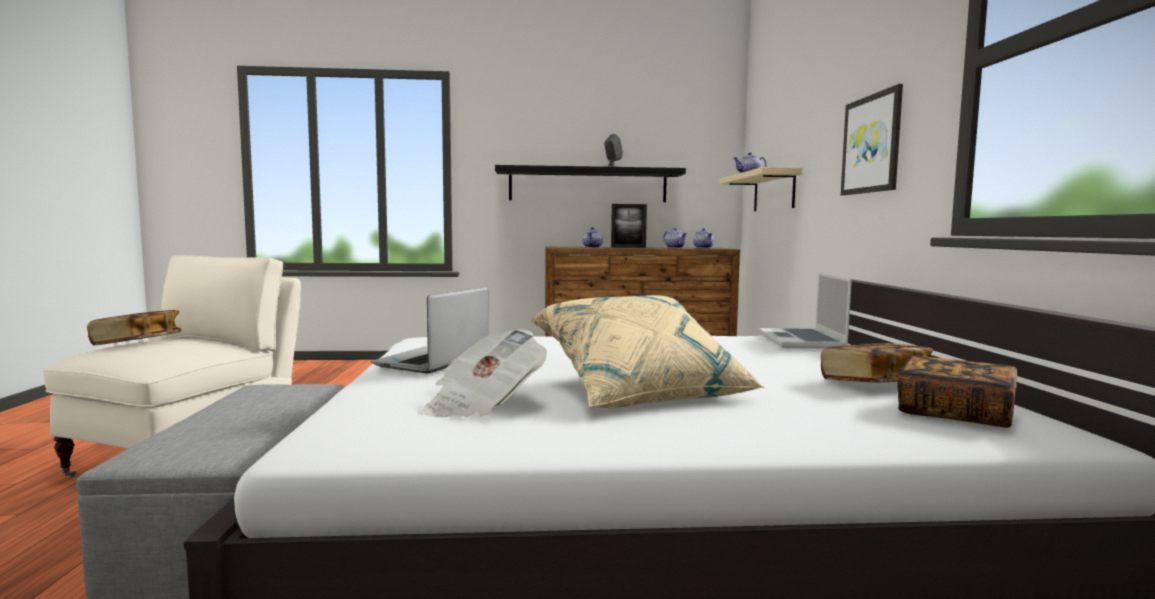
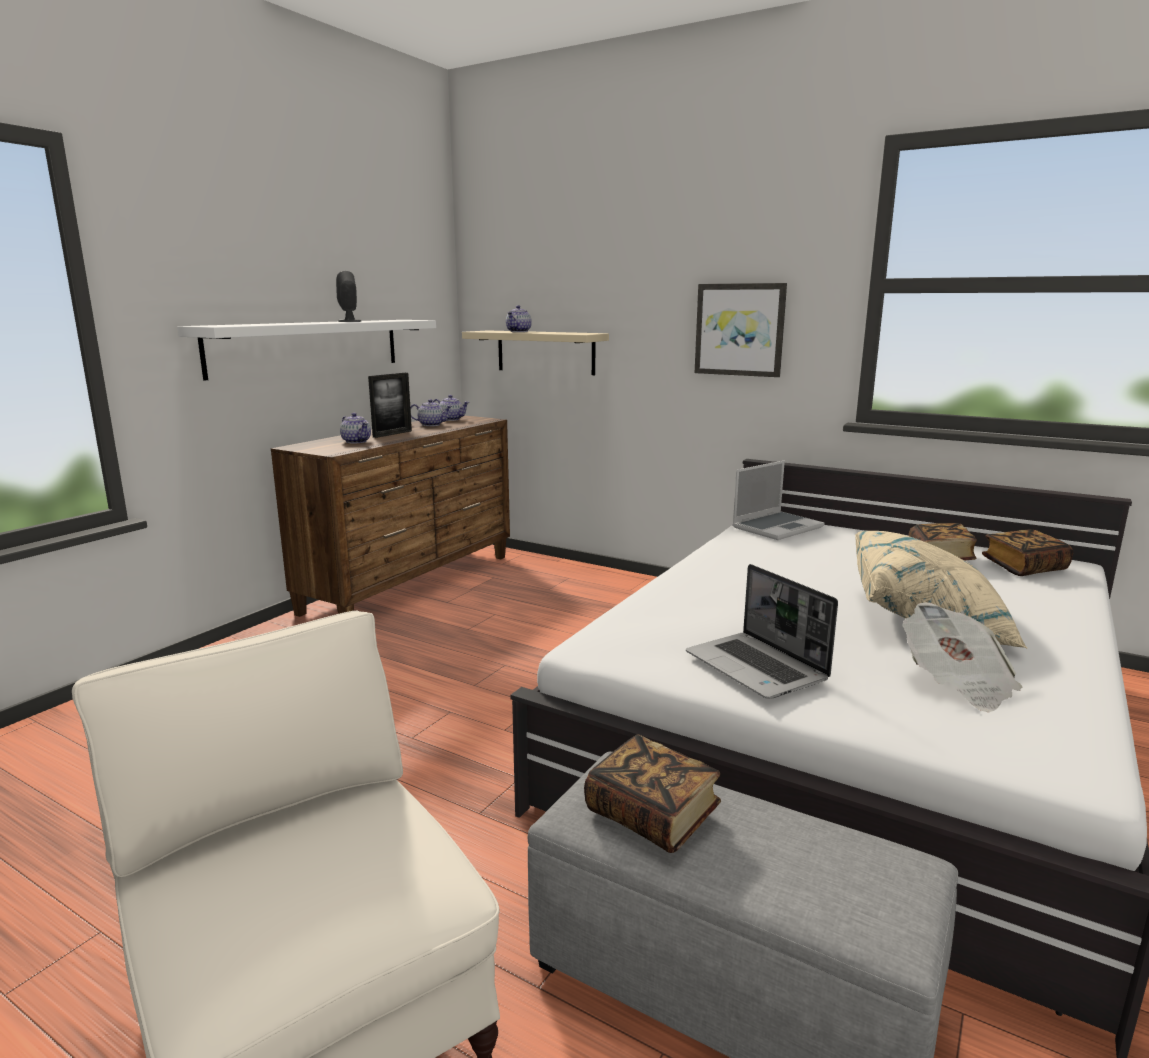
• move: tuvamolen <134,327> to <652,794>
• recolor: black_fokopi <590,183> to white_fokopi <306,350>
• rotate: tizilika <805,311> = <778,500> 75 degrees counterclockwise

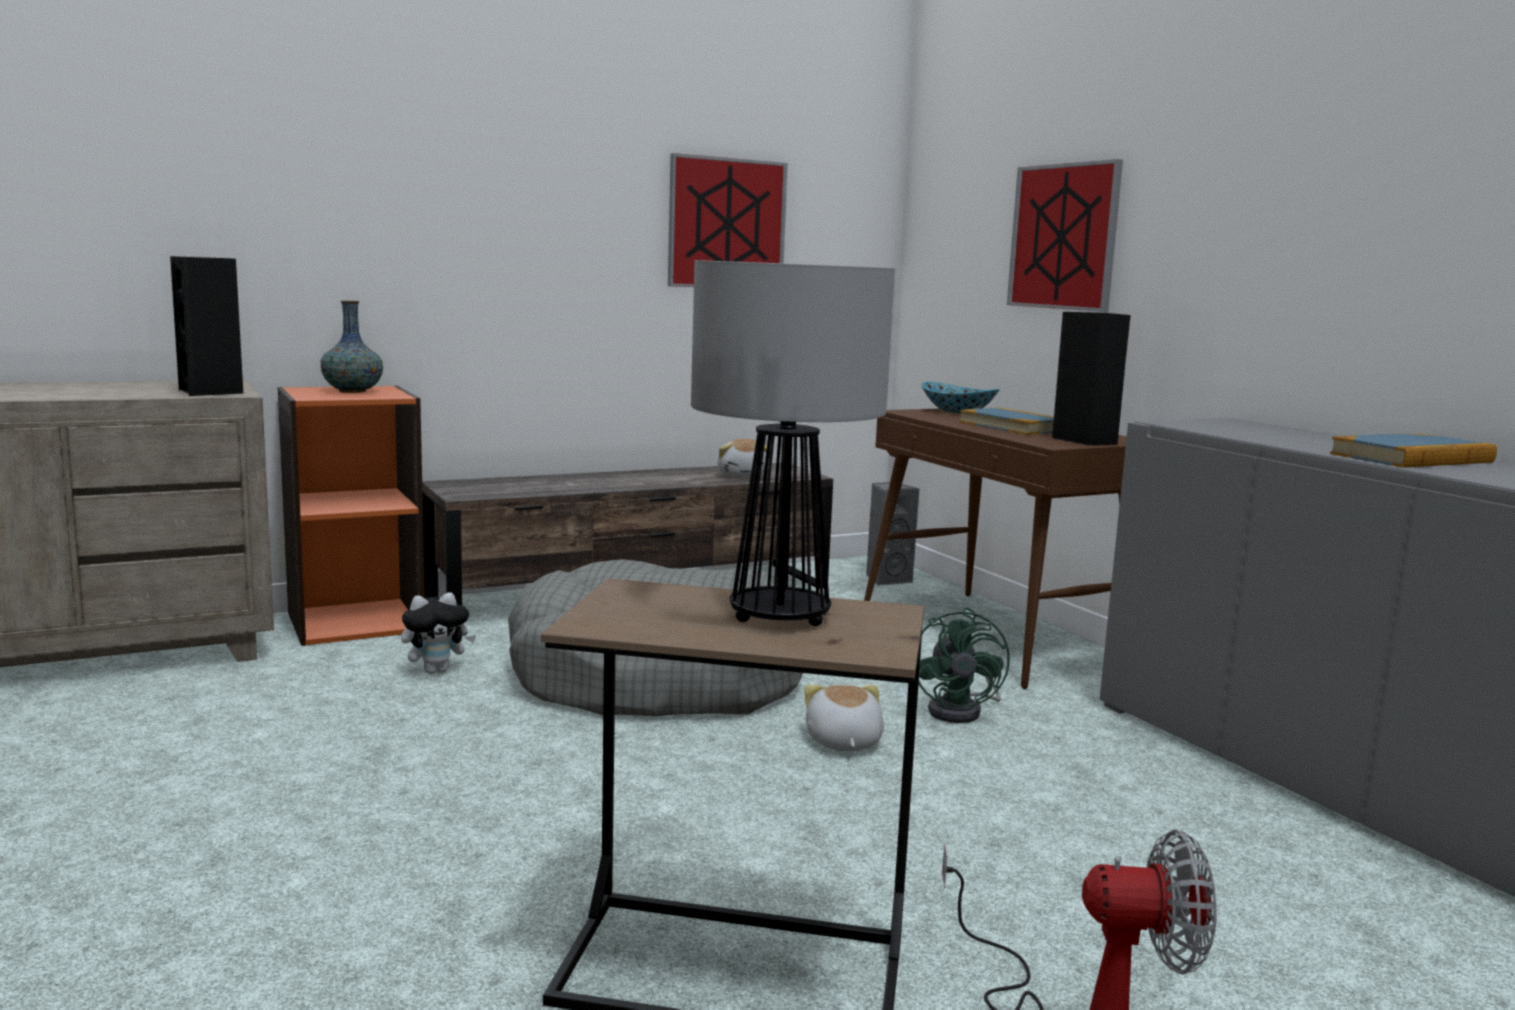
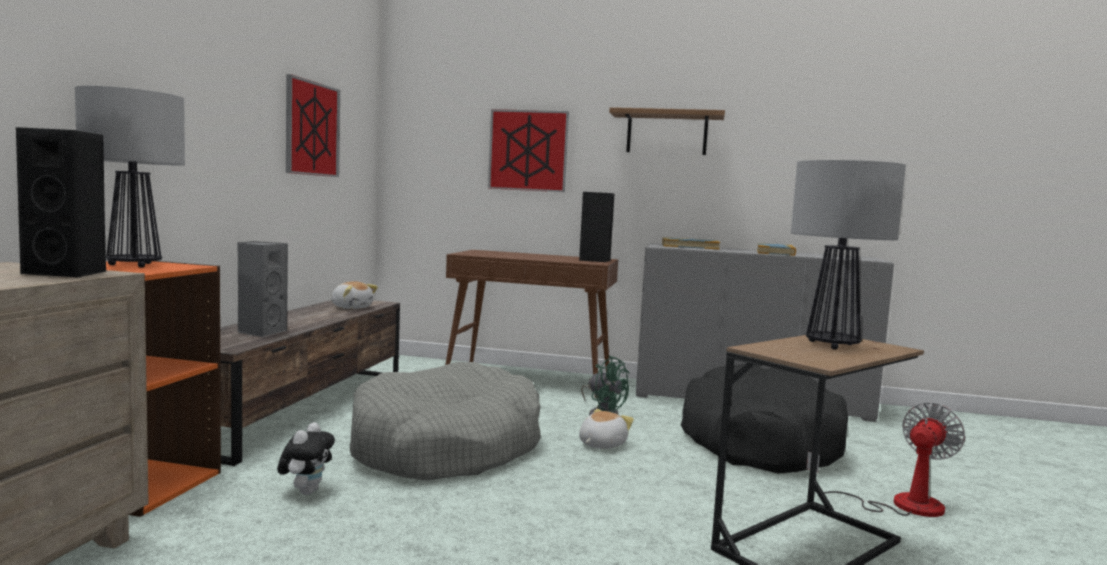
• replace: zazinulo <352,347> to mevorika <130,177>
• rotate: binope <844,718> = <606,429> 90 degrees clockwise
• move: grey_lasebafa <892,534> to <263,289>
• delete: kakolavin <960,398>
• move: tuvamolen <1006,421> to <691,243>
• insert: fokopi <667,131>
• insert: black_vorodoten <764,419>

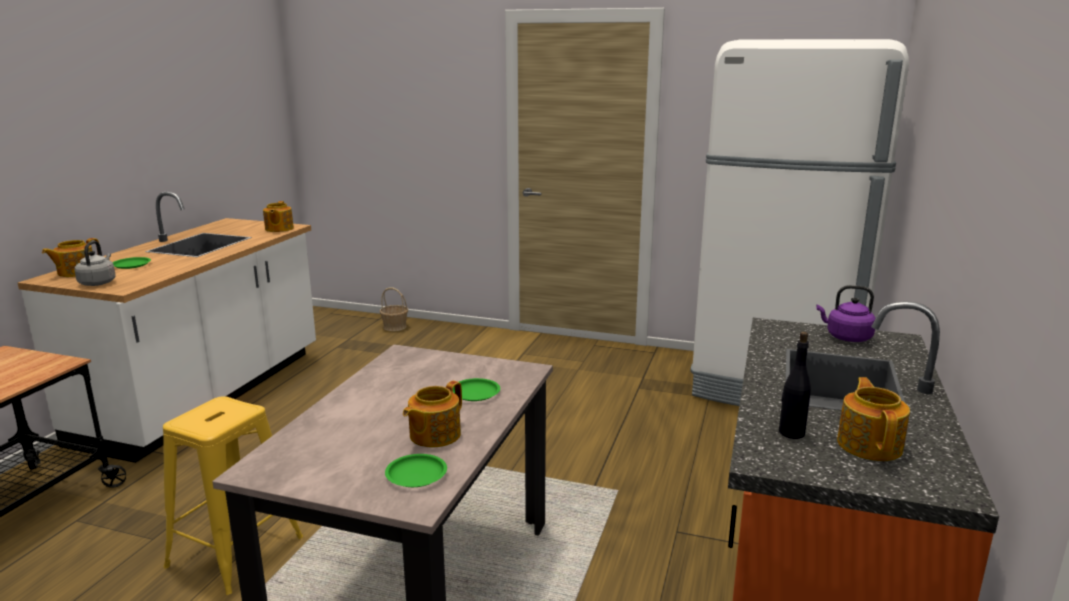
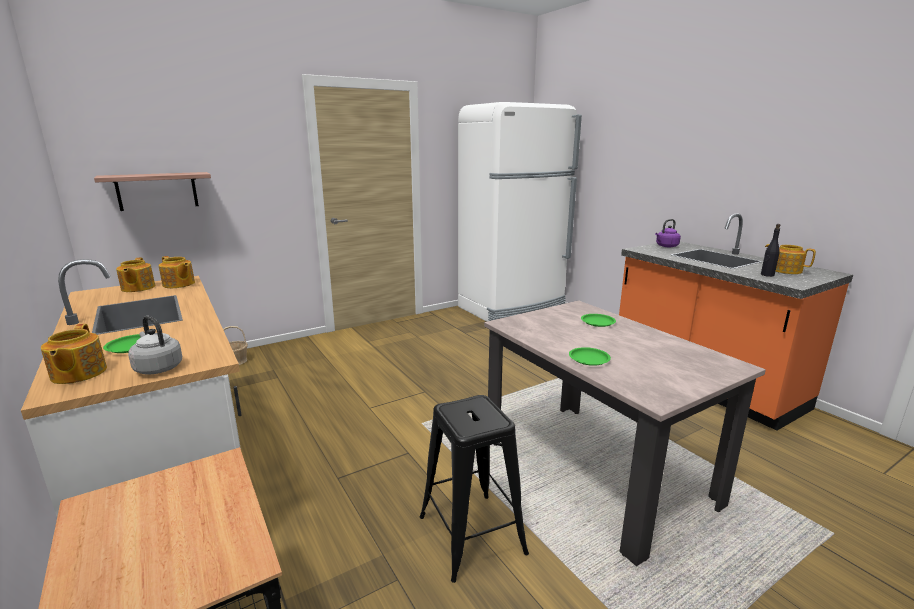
• recolor: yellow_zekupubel <233,495> to black_zekupubel <474,489>
• move: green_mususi <416,470> to <590,356>
• move: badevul <432,414> to <135,275>
• insert: fokopi <152,191>

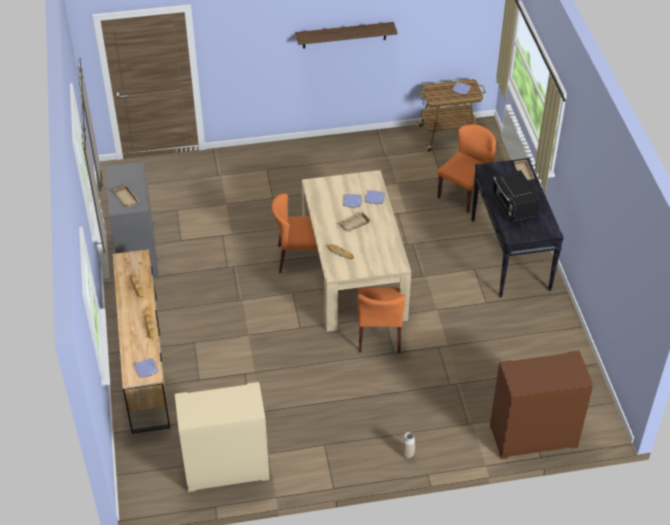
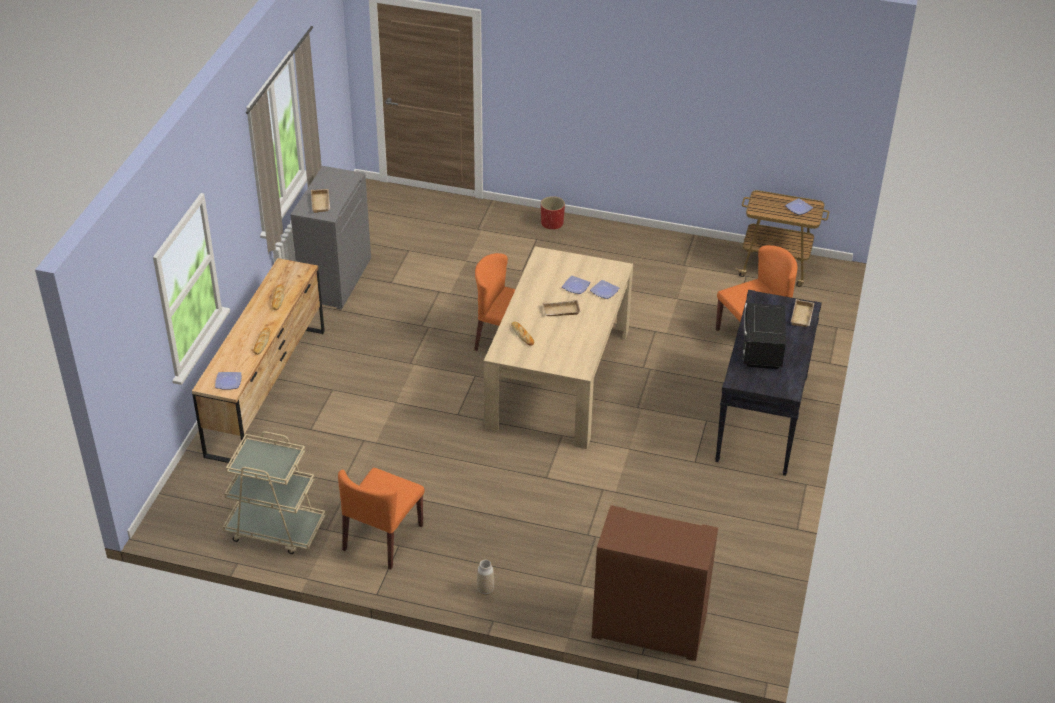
• replace: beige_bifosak <222,437> to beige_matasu <274,492>
• delete: fokopi <346,35>
• move: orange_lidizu <381,320> to <381,518>
• insert: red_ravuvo <553,212>

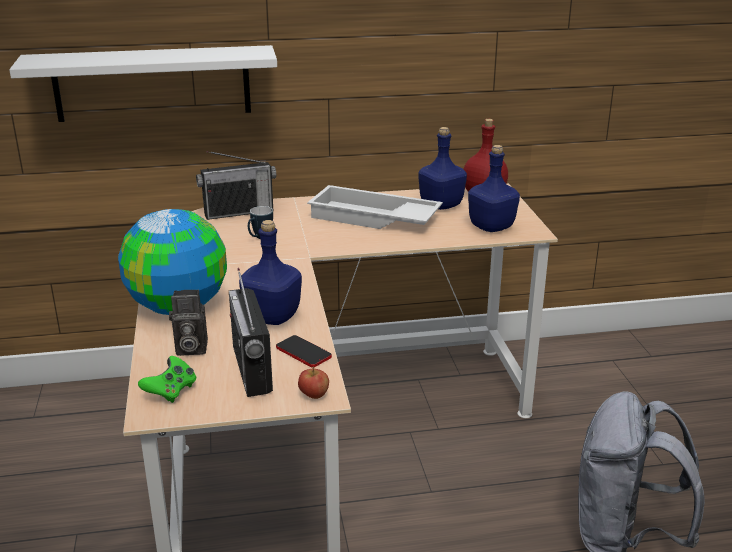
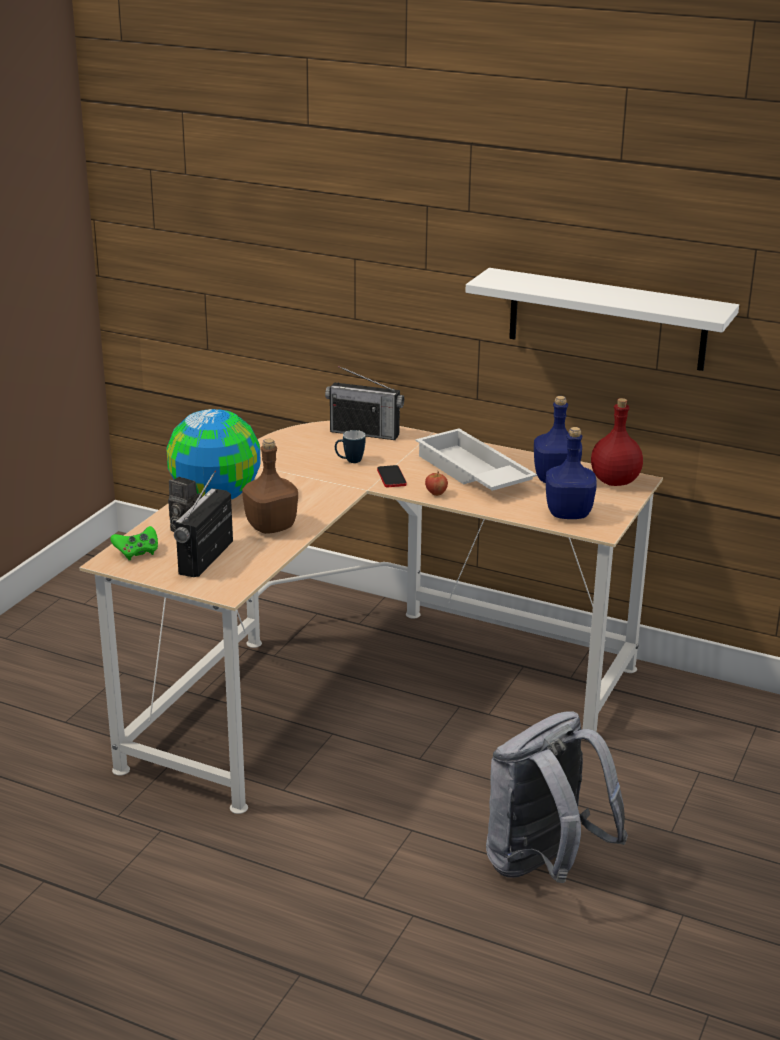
• move: white_fokopi <143,83> to <602,319>
• recolor: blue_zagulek <270,272> to brown_zagulek <270,486>
• move: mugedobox <304,351> to <392,476>
• move: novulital <313,382> to <436,483>

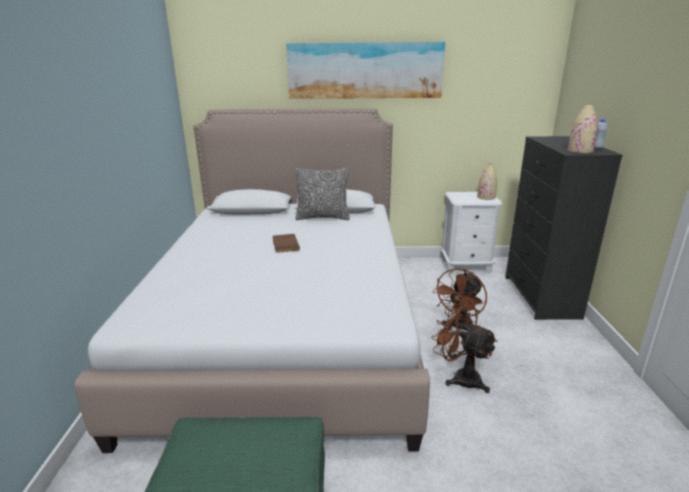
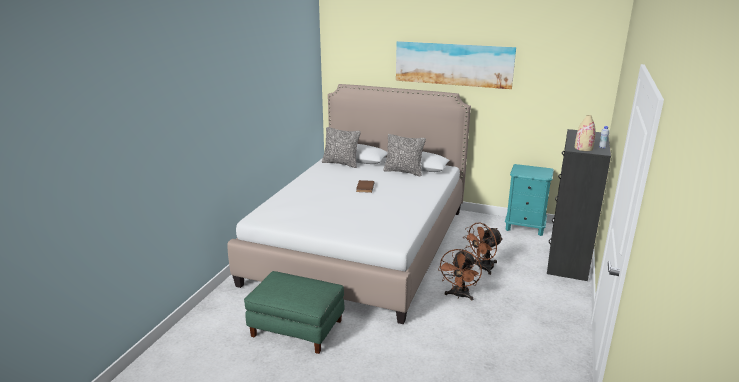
• rotate: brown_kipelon <464,346> = <460,275> 135 degrees counterclockwise
• recolor: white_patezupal <472,232> to turquoise_patezupal <529,200>
• delete: beige_zazinulo <487,182>
• insert: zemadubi <341,147>

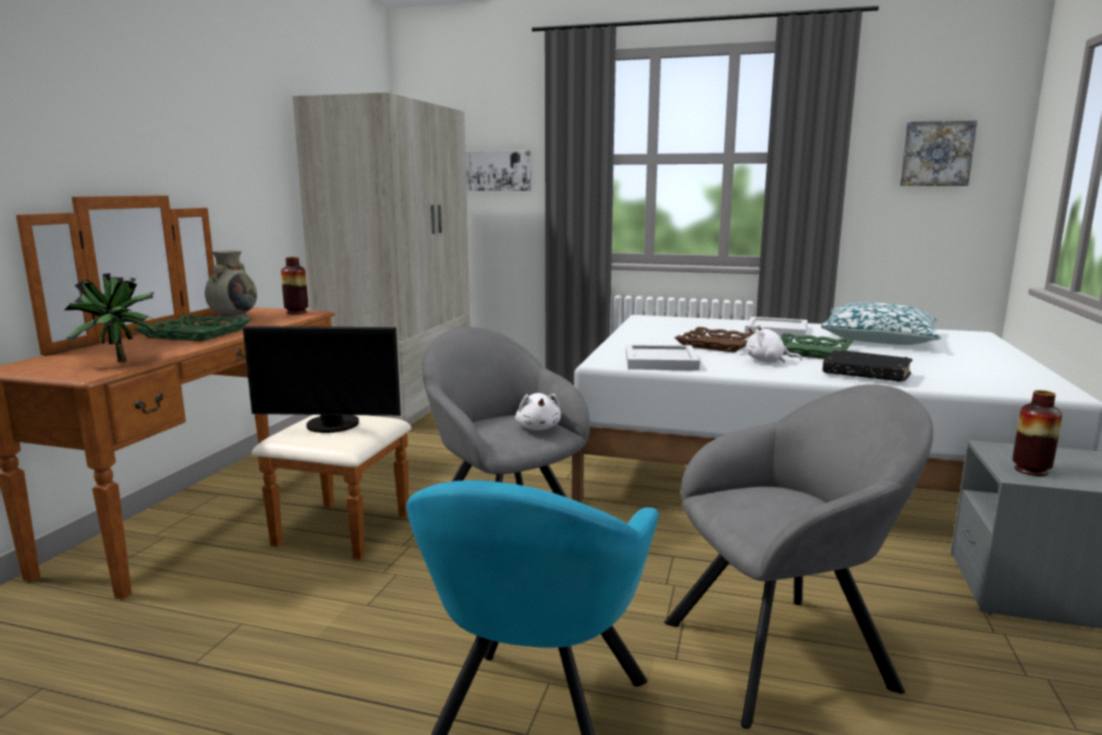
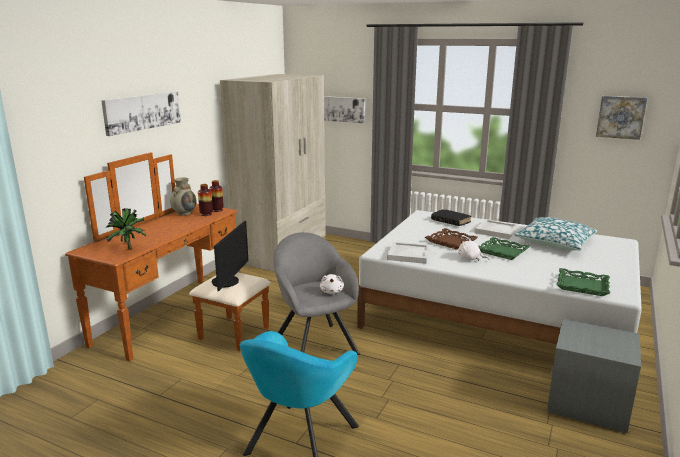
• move: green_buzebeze <192,328> to <583,282>
• rotate: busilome <322,379> = <230,256> 90 degrees counterclockwise
• delete: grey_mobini <799,556>
• move: black_tuvamolen <868,366> to <451,217>
• move: zazinulo <1037,433> to <205,200>
• insert: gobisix <141,113>

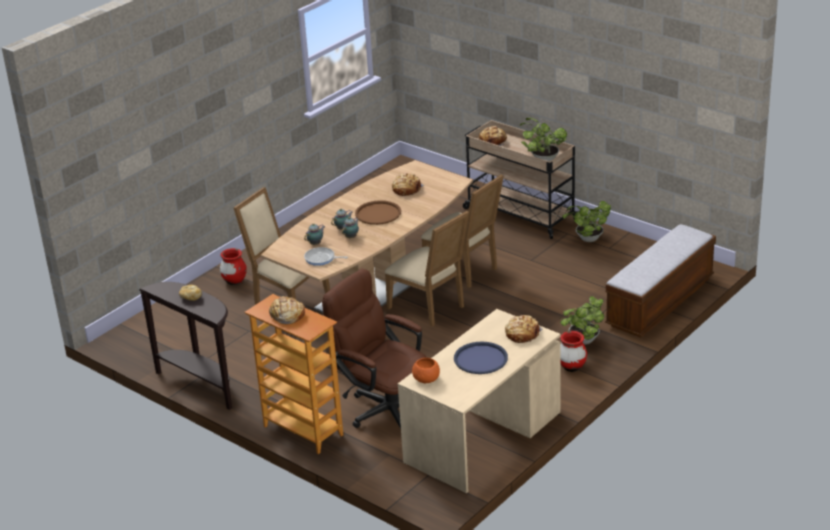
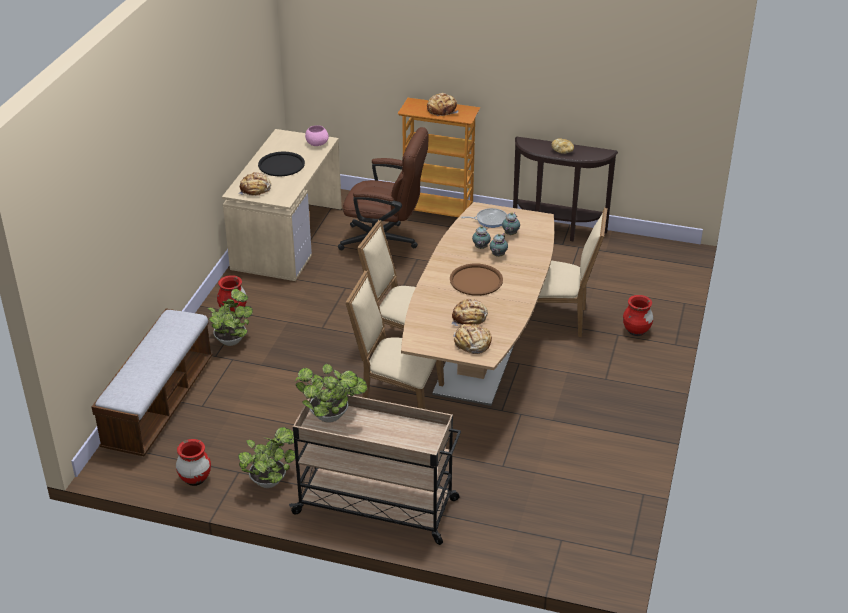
• recolor: orange_kakolavin <426,370> to pink_kakolavin <317,135>
• recolor: blue_buzebeze <481,358> to black_buzebeze <281,164>
• move: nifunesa <493,136> to <472,339>
• insert: red_zazinulo <193,462>

